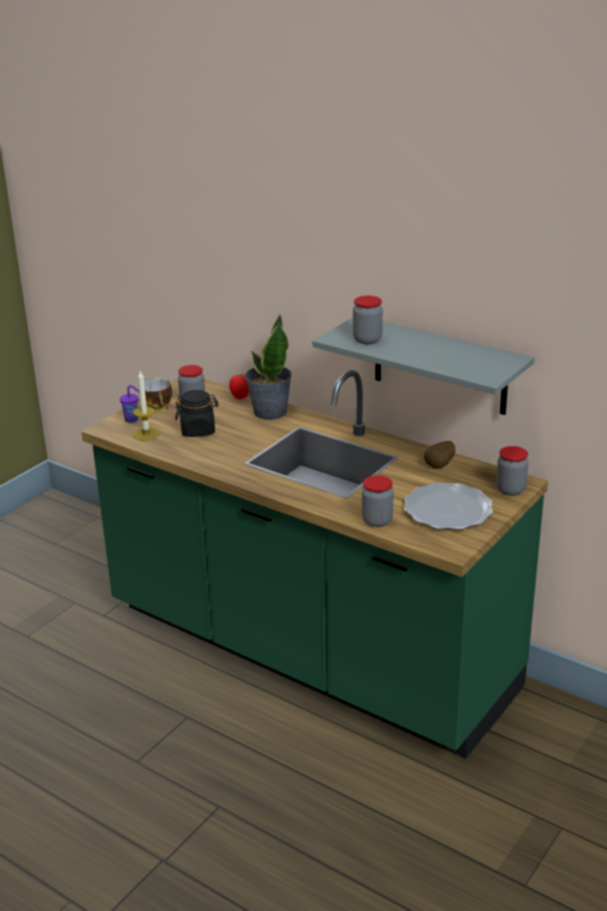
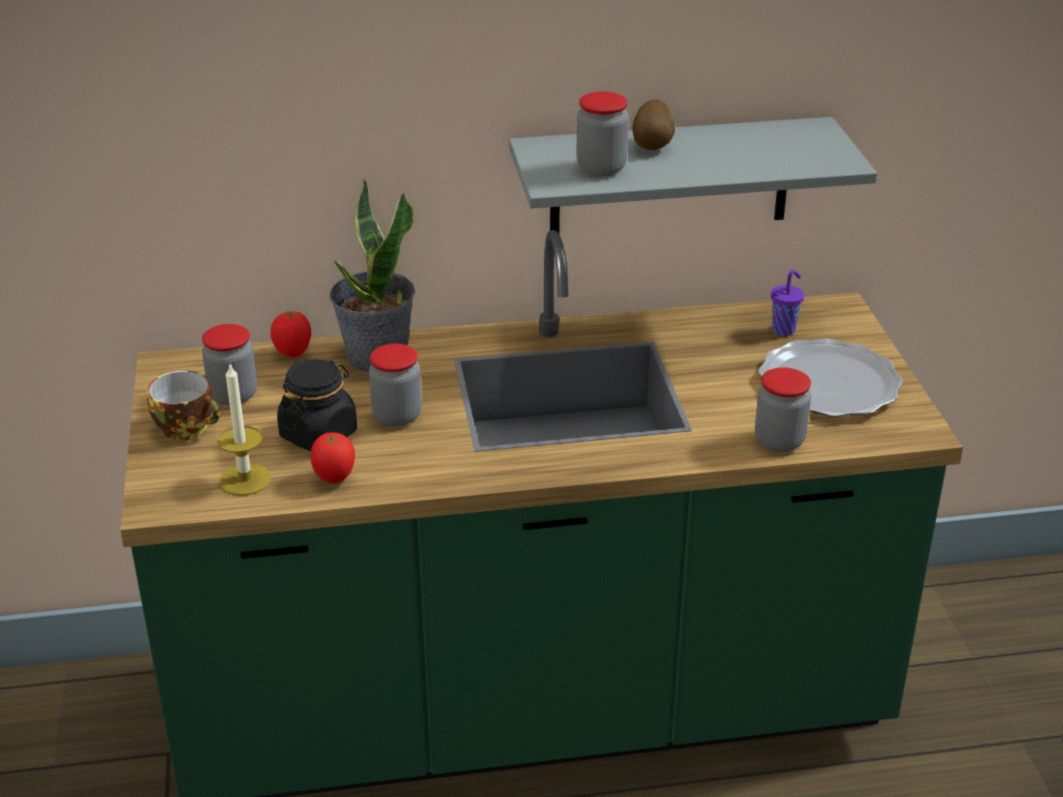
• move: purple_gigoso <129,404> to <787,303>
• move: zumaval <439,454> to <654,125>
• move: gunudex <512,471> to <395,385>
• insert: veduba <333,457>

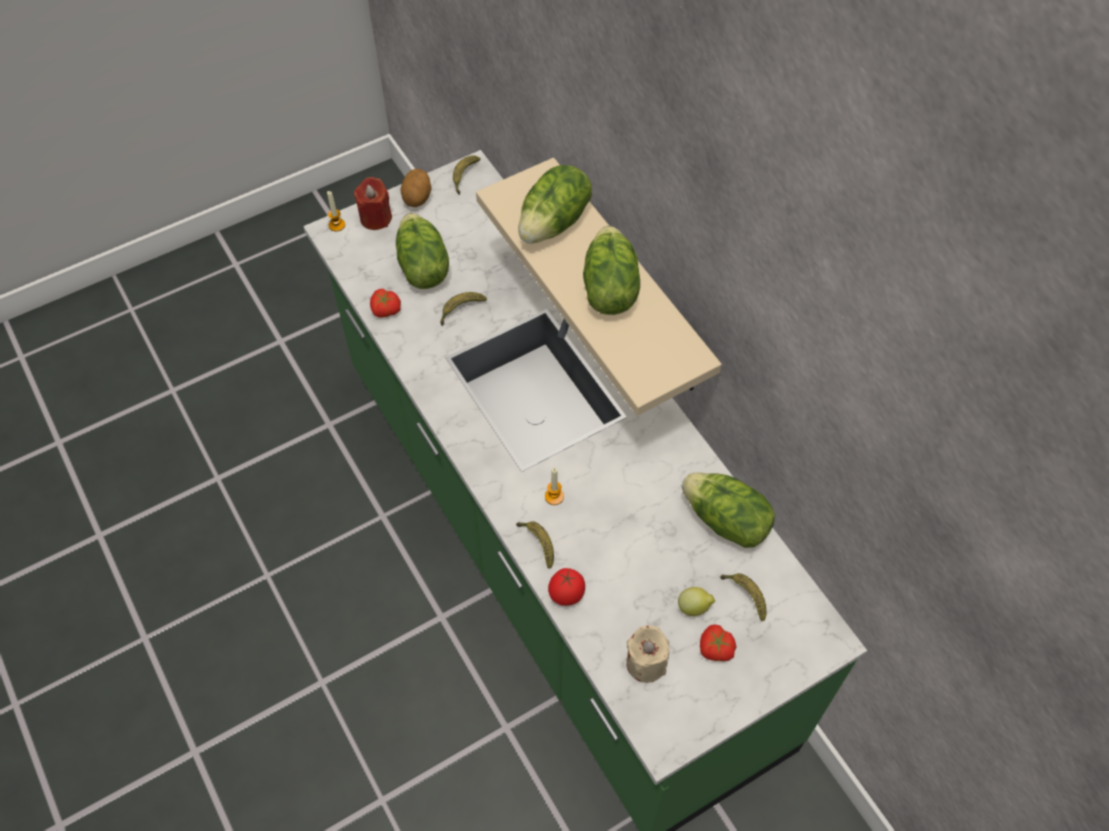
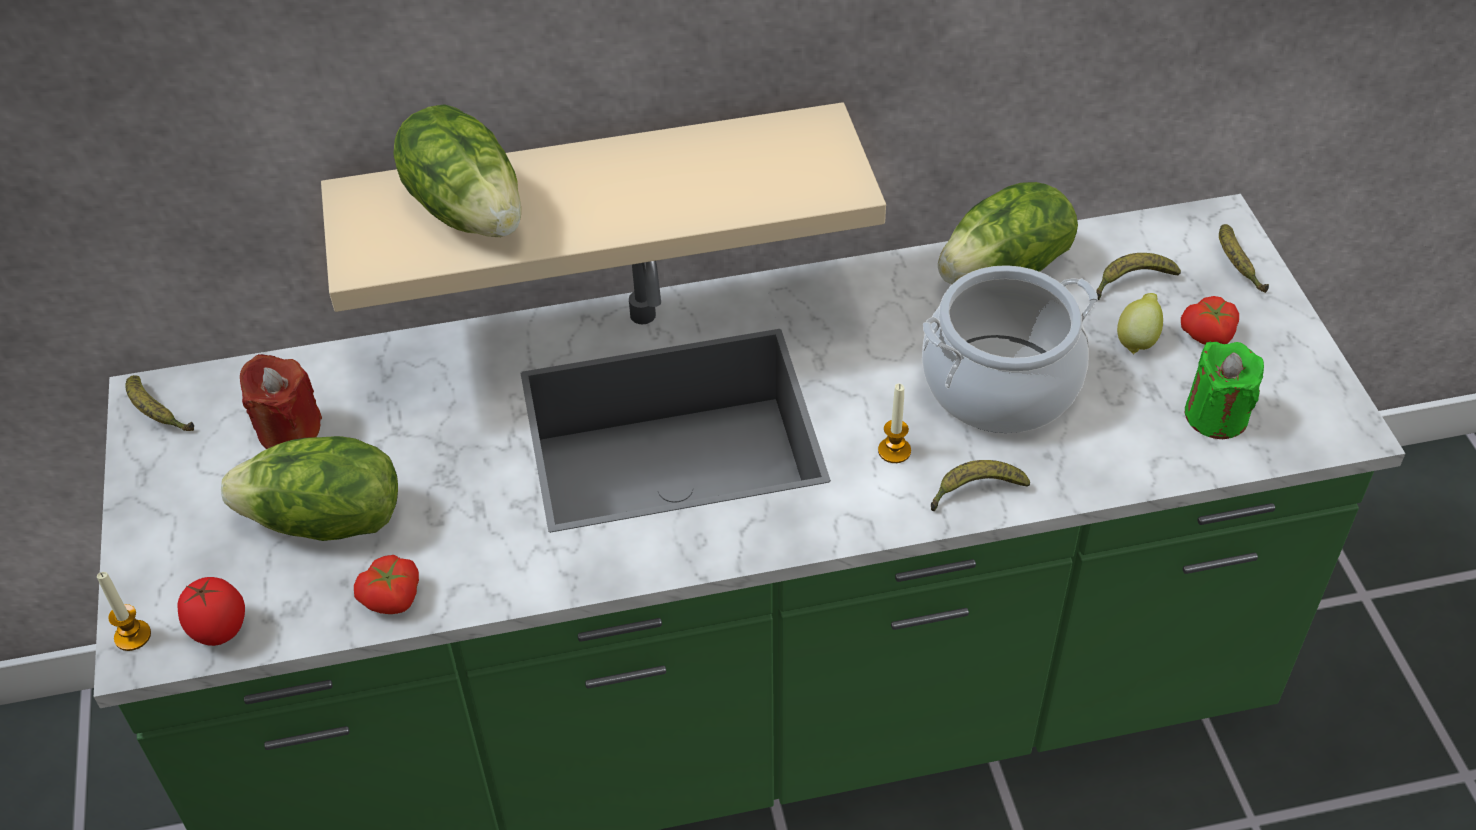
• move: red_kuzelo <373,203> to <281,401>
• delete: zumaval <416,188>
• move: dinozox <463,309> to <1244,258>
• move: veduba <566,587> to <211,611>
• delete: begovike <611,270>
• recolor: beige_kuzelo <647,654> to green_kuzelo <1224,390>
• insert: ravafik <1010,349>

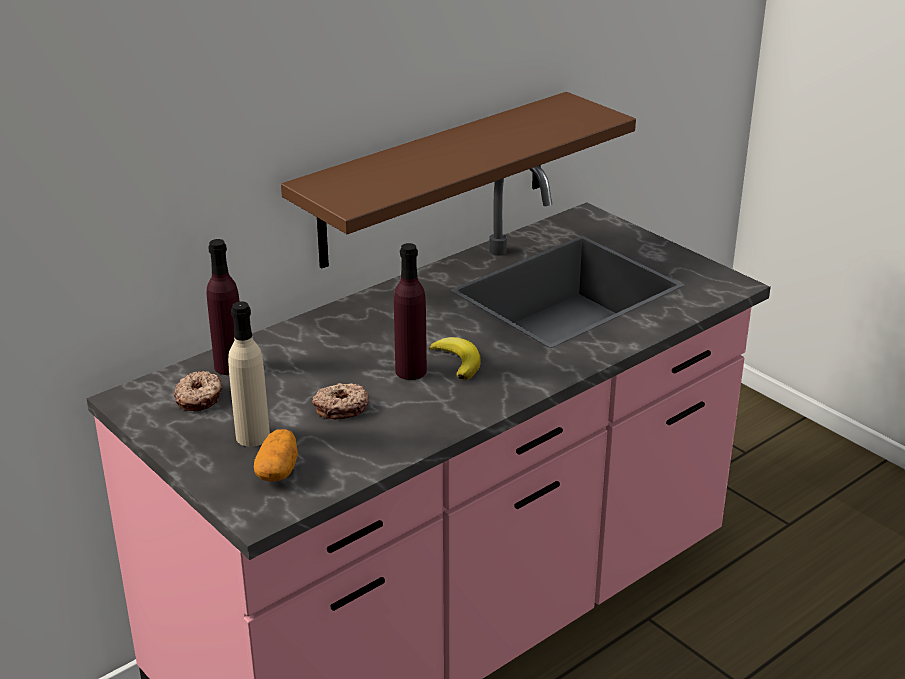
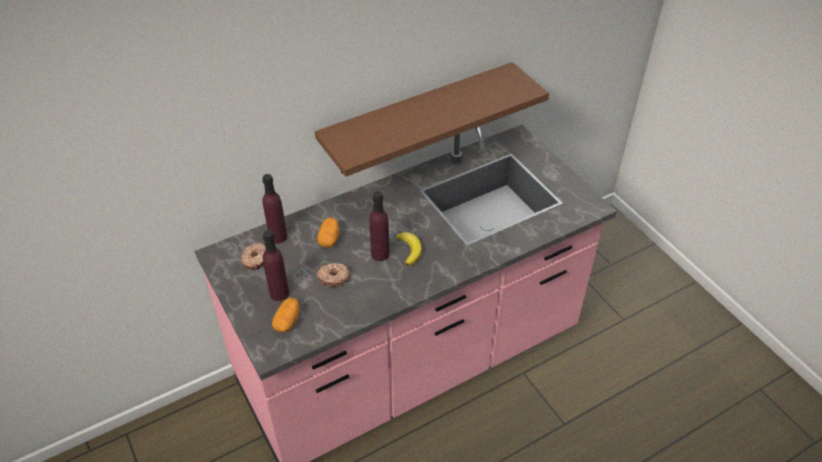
• recolor: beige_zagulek <249,374> to purple_zagulek <276,266>
• insert: zumaval <328,233>

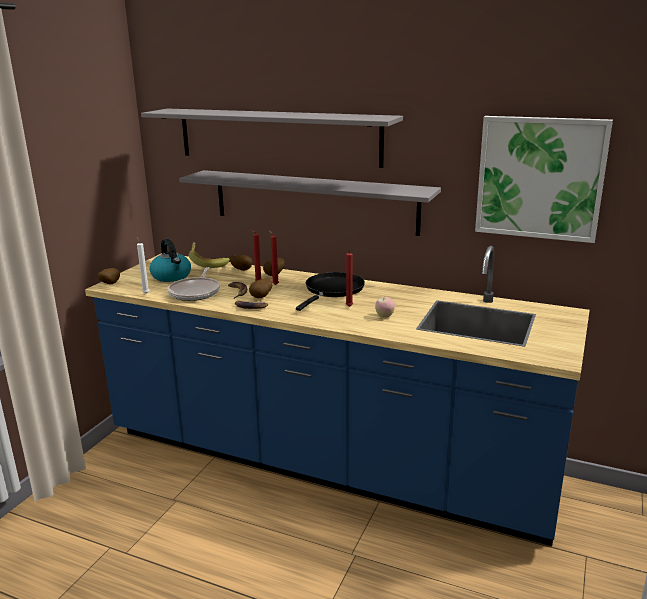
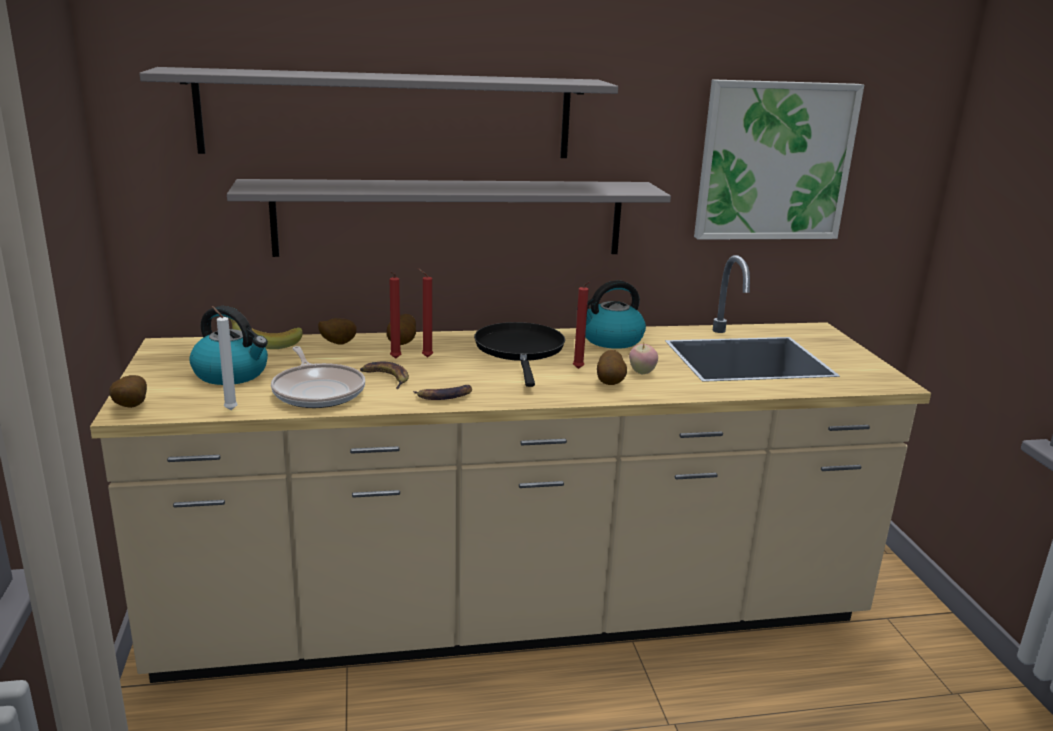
• recolor: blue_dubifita <337,396> to beige_dubifita <510,469>
• move: zumaval <260,288> to <612,367>
• insert: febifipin <611,315>

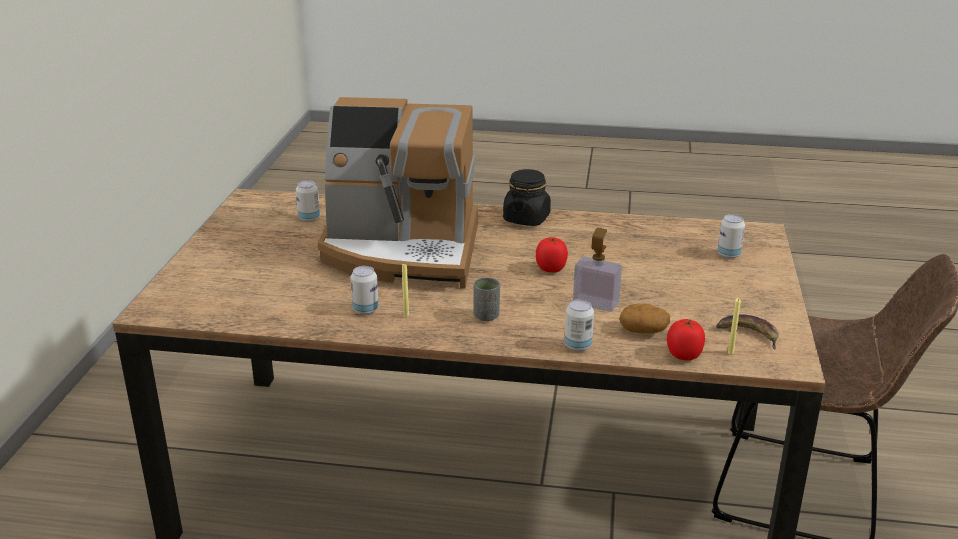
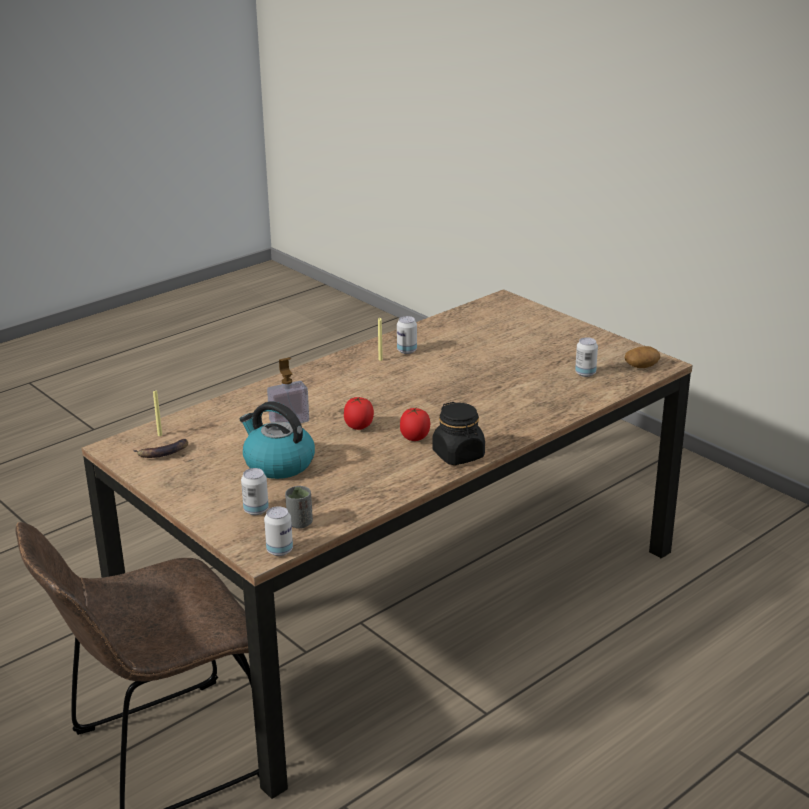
• delete: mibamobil <398,192>
• move: grey_gigoso <486,299> to <299,507>
• move: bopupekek <579,325> to <278,531>
• move: zumaval <644,319> to <642,357>
• move: veduba <686,340> to <415,424>
• insert: febifipin <277,440>

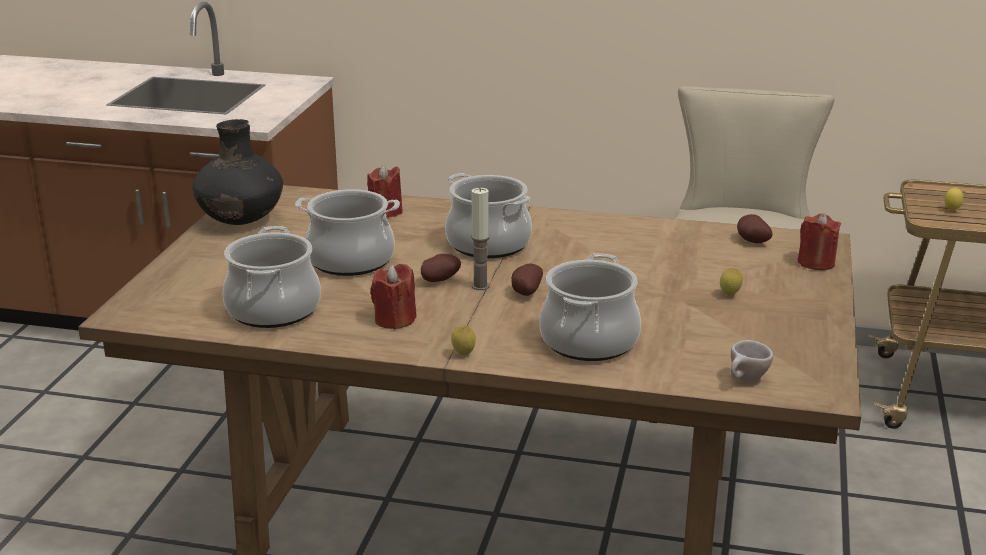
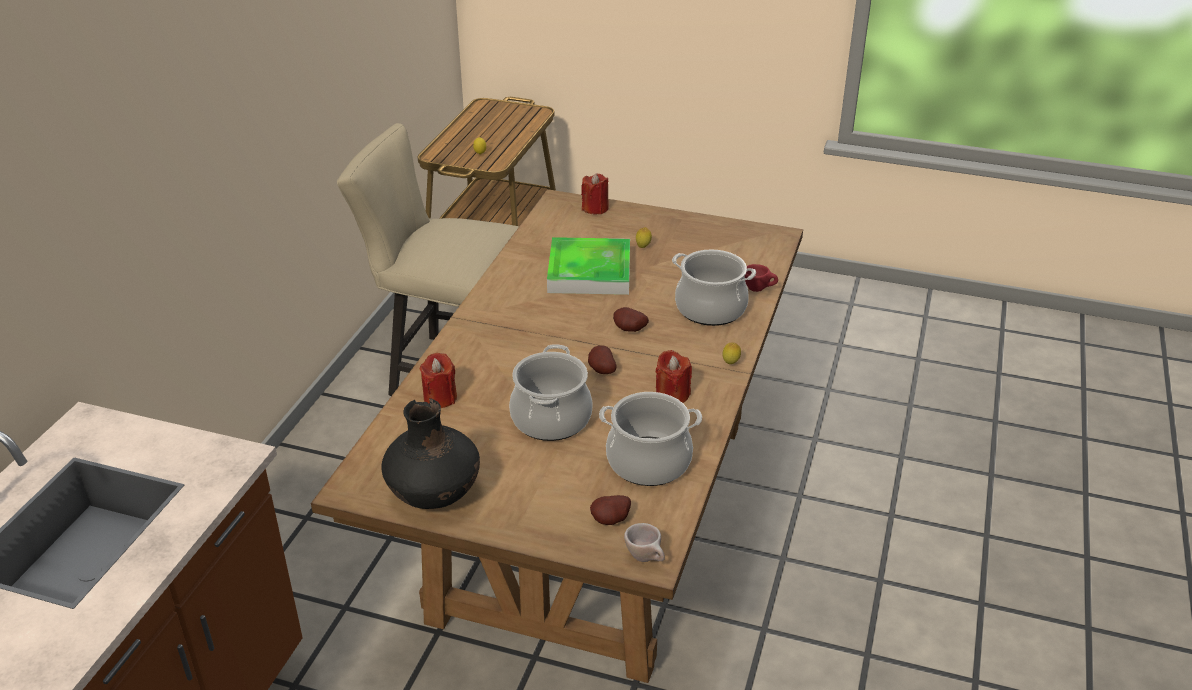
• delete: ravafik <488,215>
• delete: kuzelo <480,238>
• move: beige_gigoso <751,361> to <644,542>
• move: zumaval <755,228> to <610,510>
• insert: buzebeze <588,266>
• insert: red_gigoso <761,278>

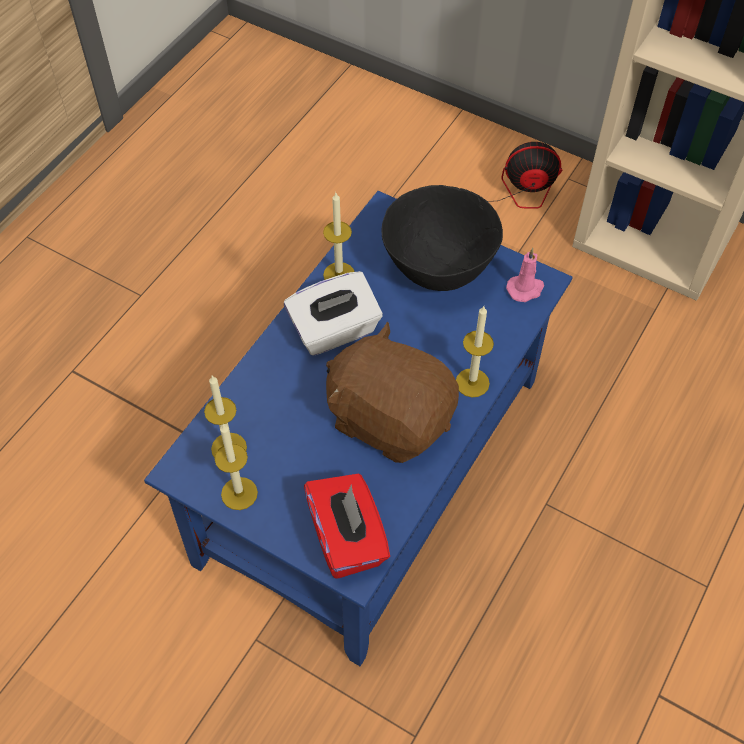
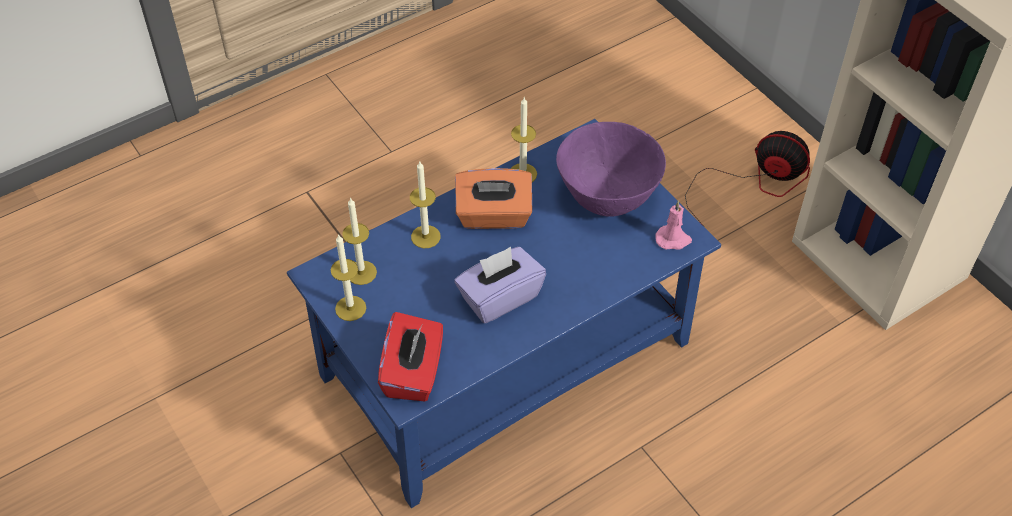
• recolor: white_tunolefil <333,313> to orange_tunolefil <493,198>
• replace: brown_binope <392,392> to purple_tunolefil <500,285>
• recolor: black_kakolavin <442,238> to purple_kakolavin <611,169>
• move: kuzelo <475,351> to <425,205>

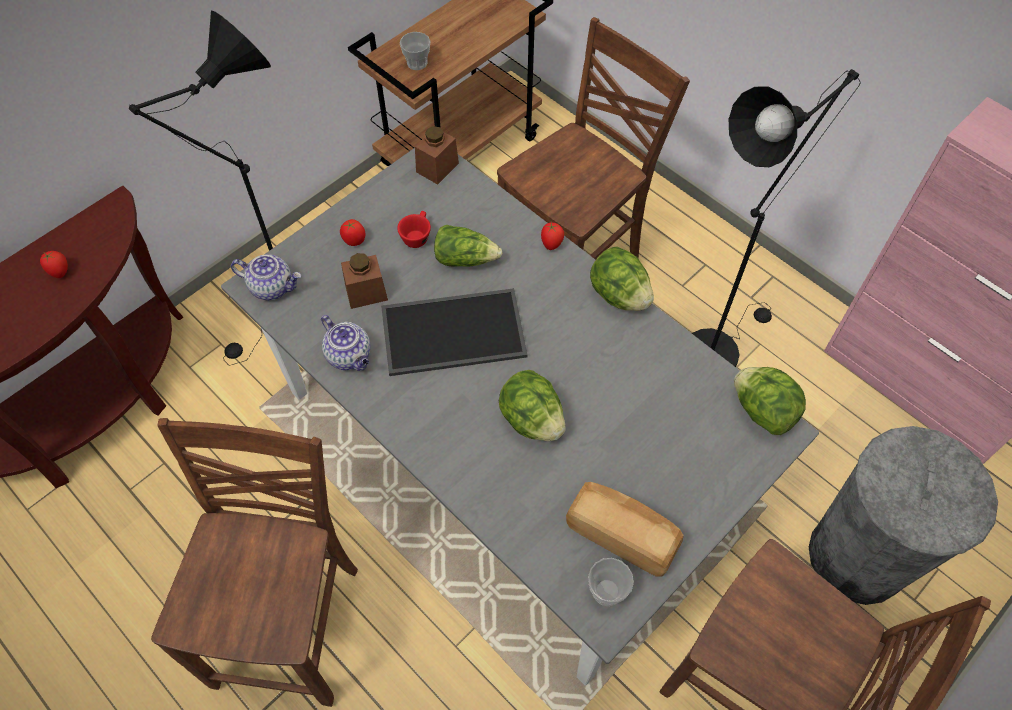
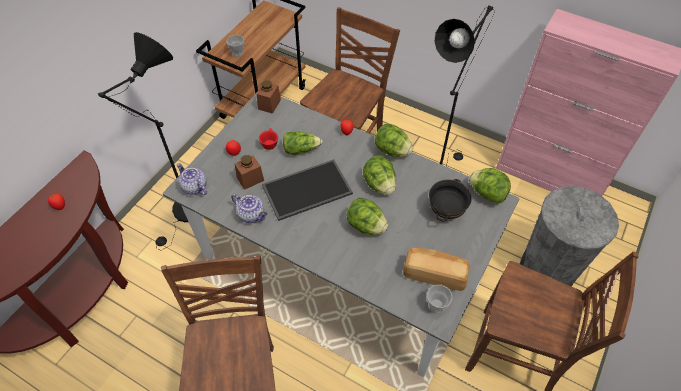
• rotate: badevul <266,277> = <191,179> 135 degrees counterclockwise
• insert: begovike <379,175>
• insert: black_kakolavin <450,200>

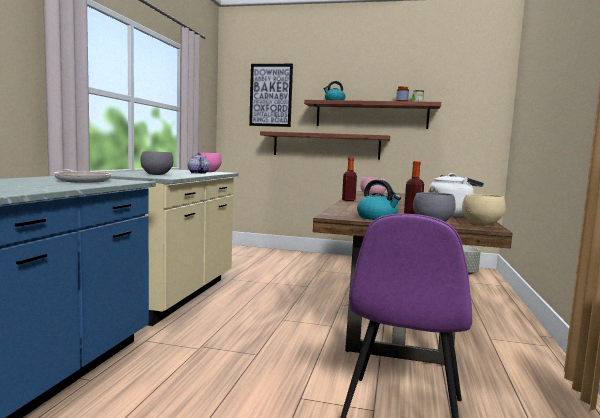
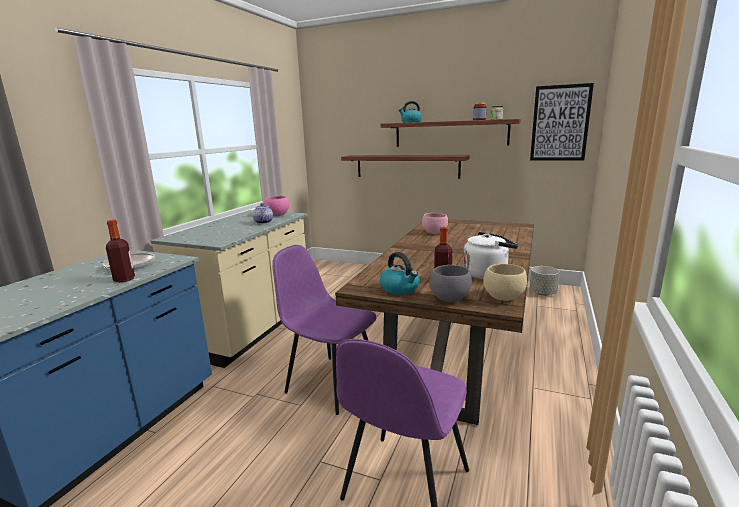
• delete: grey_kakolavin <156,163>
• move: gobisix <271,95> to <562,122>
• move: zagulek <349,179> to <120,251>
• insert: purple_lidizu <324,330>

